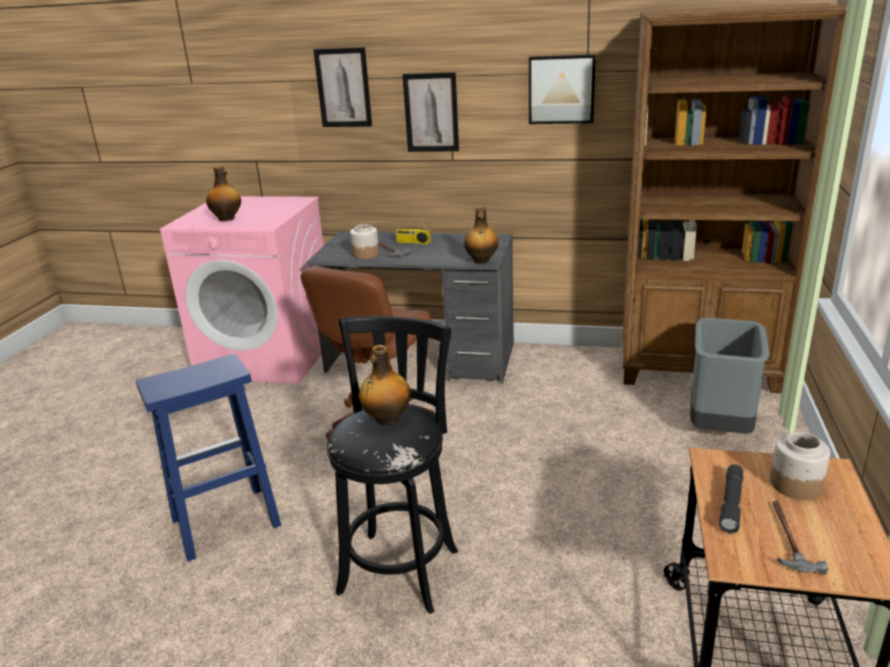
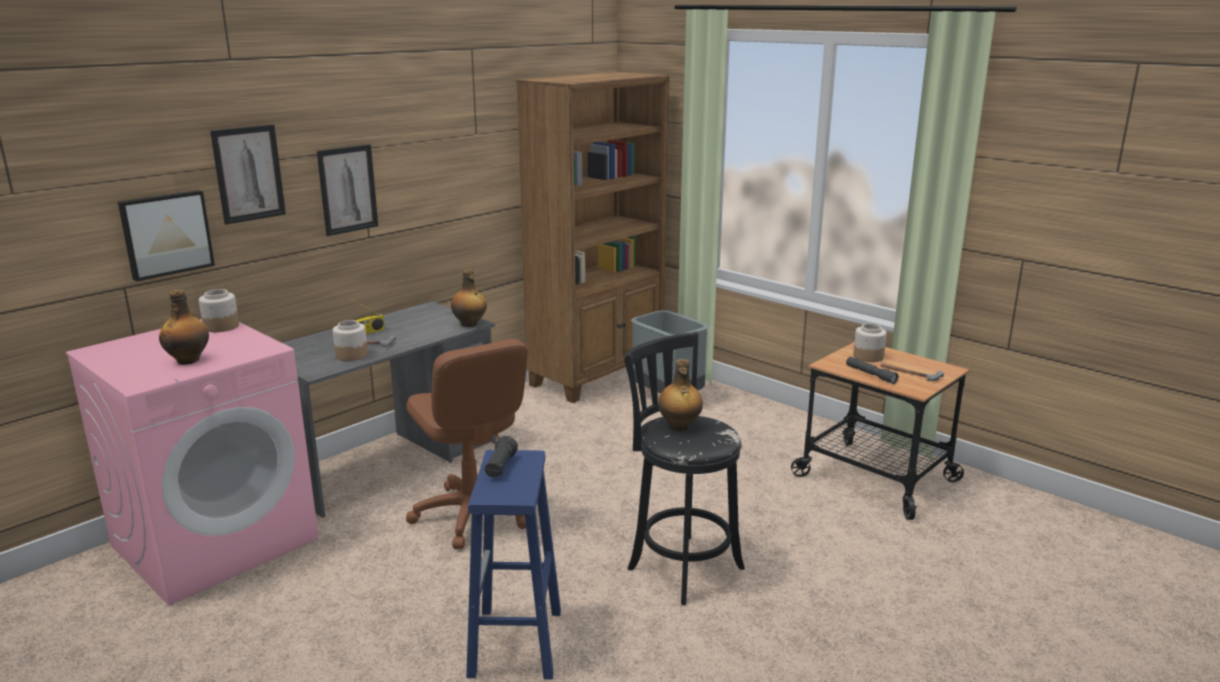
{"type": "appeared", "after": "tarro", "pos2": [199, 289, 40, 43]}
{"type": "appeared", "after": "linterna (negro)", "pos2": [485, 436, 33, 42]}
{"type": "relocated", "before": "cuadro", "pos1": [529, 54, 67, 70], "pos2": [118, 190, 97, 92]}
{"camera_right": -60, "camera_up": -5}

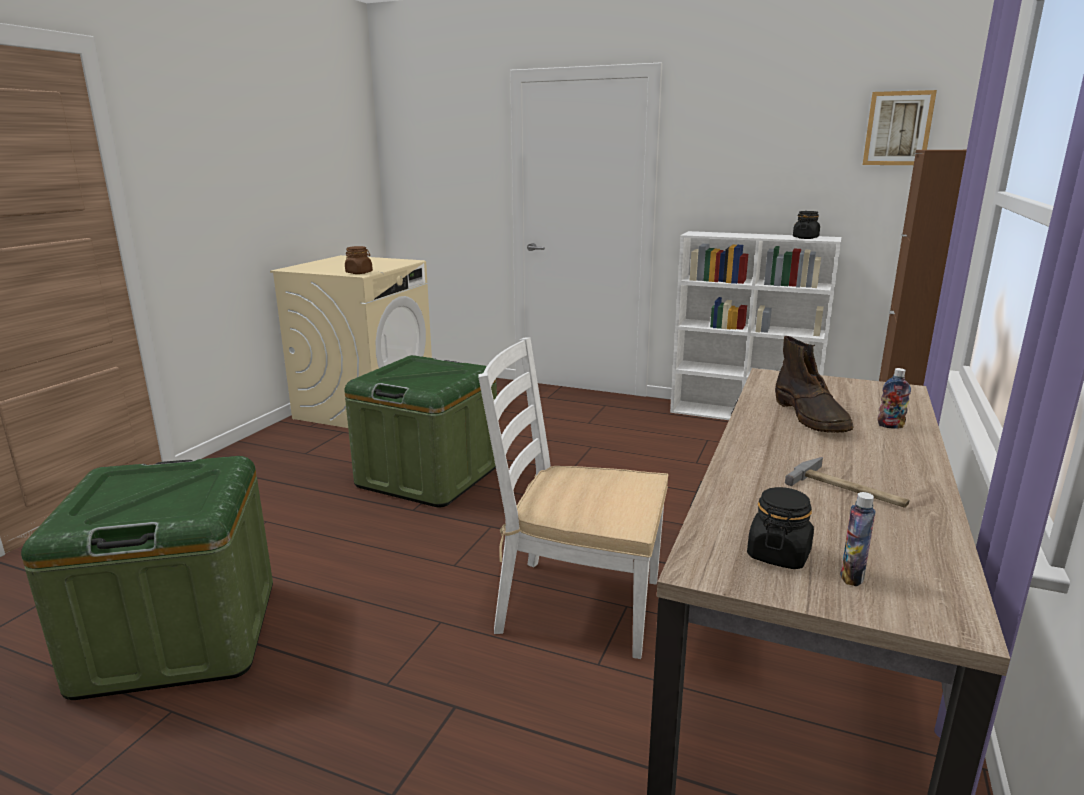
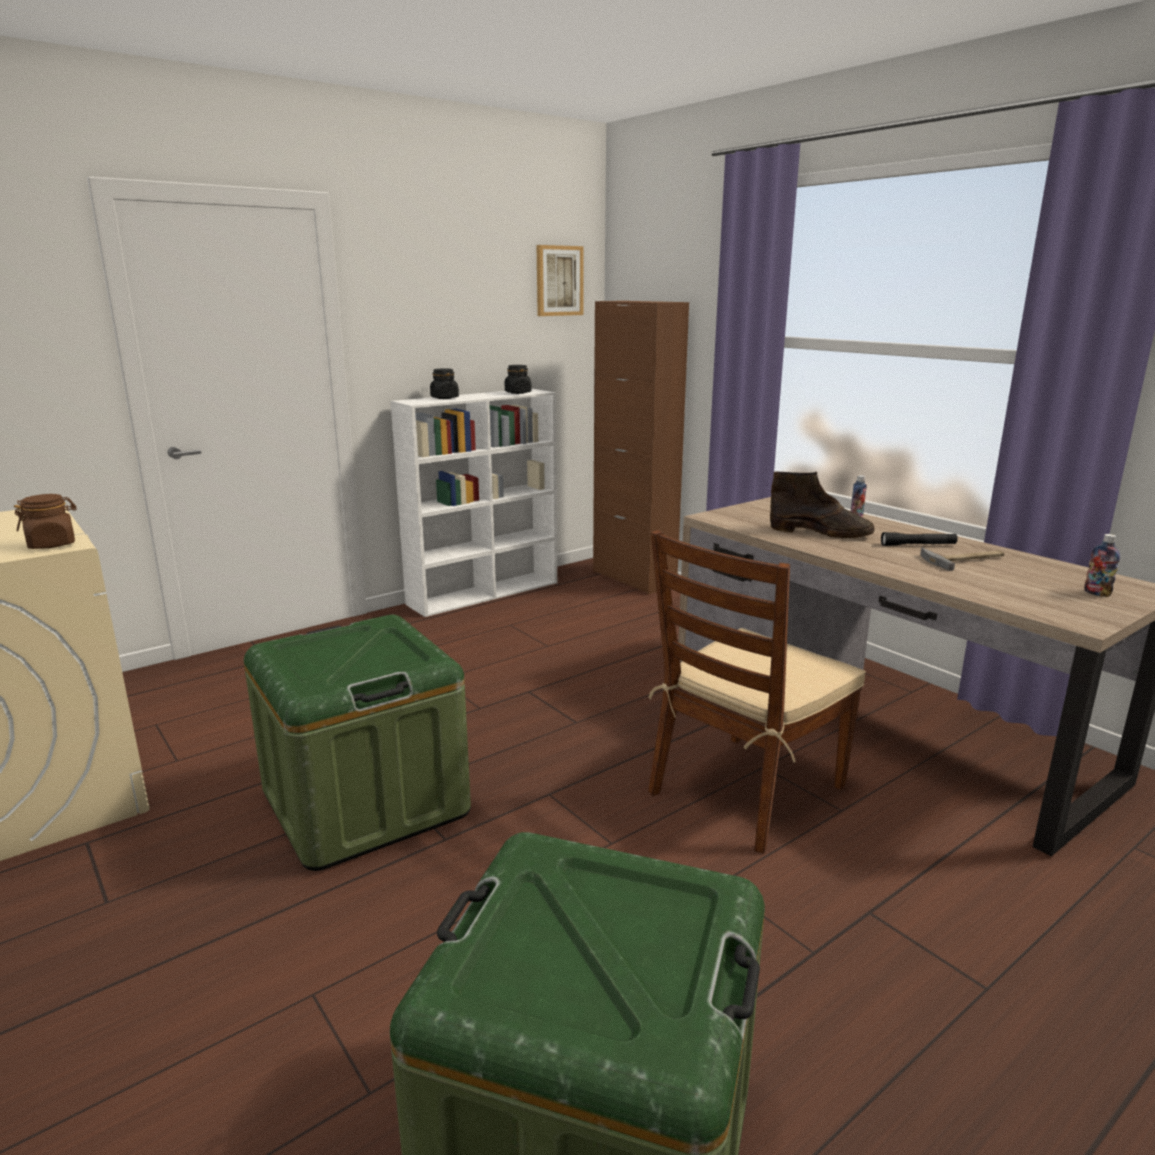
{"type": "appeared", "after": "linterna (negro)", "pos2": [881, 532, 77, 14]}
{"type": "relocated", "before": "tarro (negro)", "pos1": [747, 487, 67, 82], "pos2": [430, 368, 29, 31]}
{"type": "colour", "before": "silla (blanco)", "after": "silla (marrón)", "pos1": [478, 337, 190, 322], "pos2": [648, 530, 218, 324]}
{"camera_right": -60, "camera_up": 0}

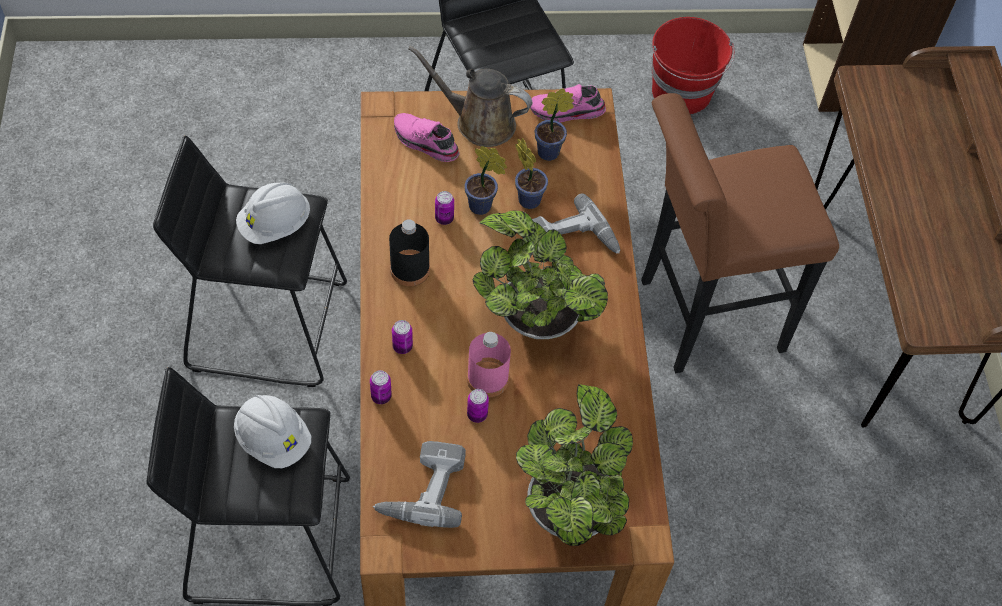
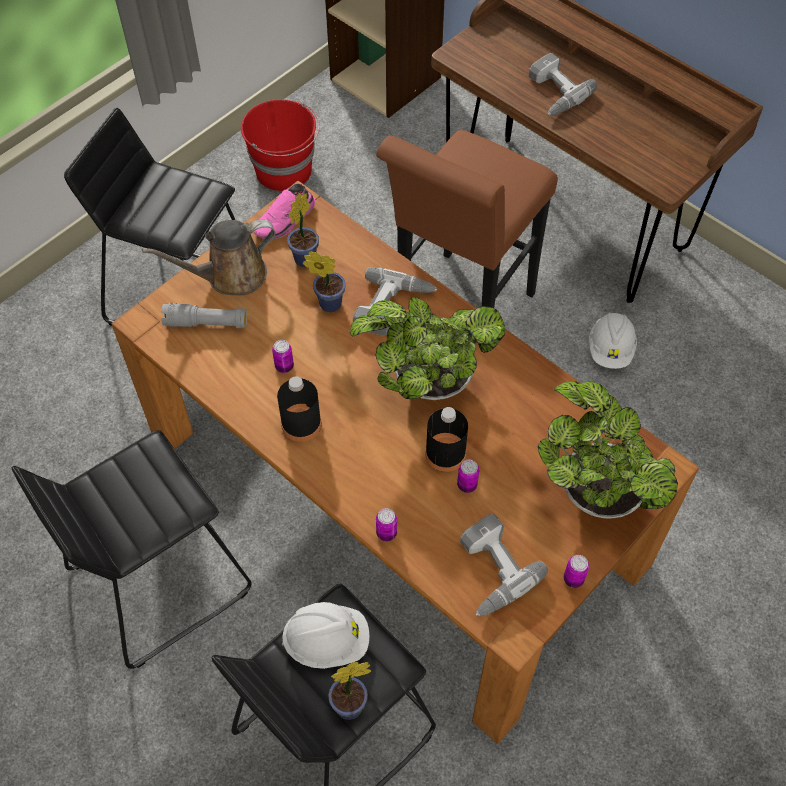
{"type": "appeared", "after": "taladro", "pos2": [528, 53, 69, 63]}
{"type": "relocated", "before": "casco (blanco)", "pos1": [236, 183, 74, 61], "pos2": [589, 313, 48, 56]}
{"type": "relocated", "before": "lata", "pos1": [392, 320, 21, 34], "pos2": [563, 555, 26, 33]}
{"type": "relocated", "before": "planta en maceta", "pos1": [464, 146, 43, 69], "pos2": [328, 662, 43, 58]}
{"type": "exchanged", "before": "zapato (rosa)", "after": "linterna (gris)", "pos1": [394, 113, 65, 49], "pos2": [161, 303, 86, 25]}
{"type": "colour", "before": "botella (rosa)", "after": "botella (negro)", "pos1": [467, 332, 44, 65], "pos2": [425, 407, 43, 65]}
{"camera_right": -40, "camera_up": 0}

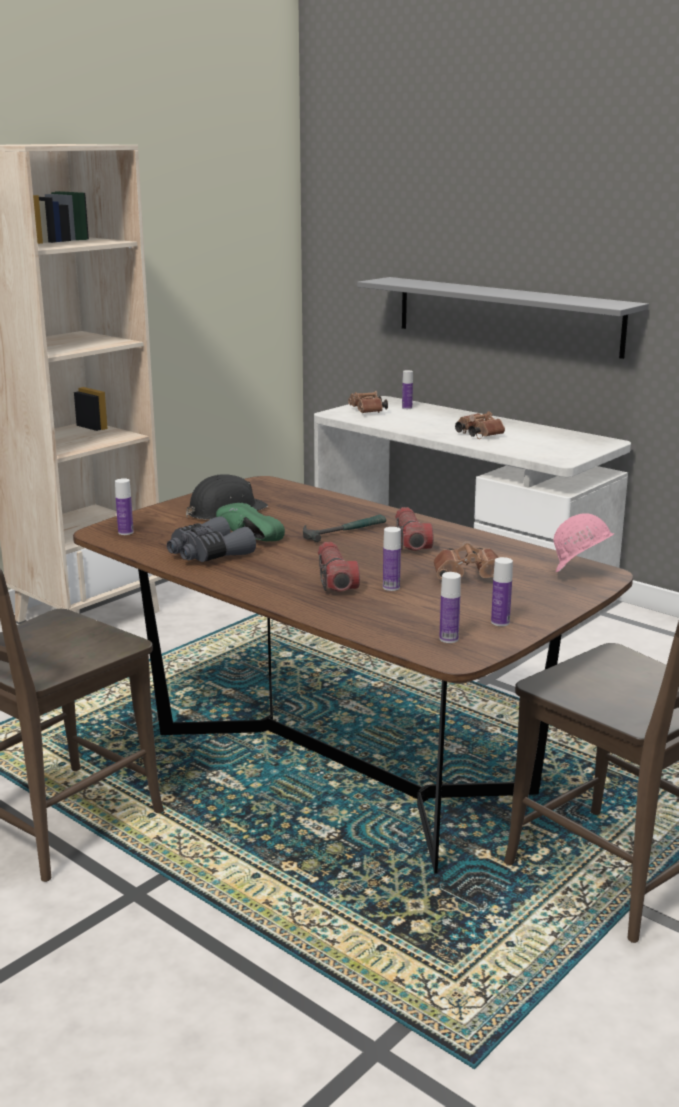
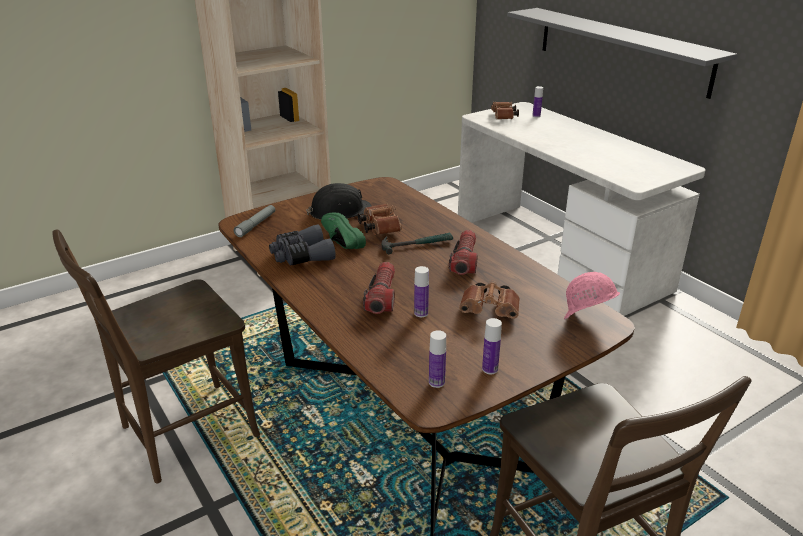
{"type": "relocated", "before": "prismáticos (marrón)", "pos1": [455, 411, 50, 28], "pos2": [358, 203, 44, 32]}
{"type": "exchanged", "before": "botella", "after": "linterna (gris)", "pos1": [115, 478, 19, 57], "pos2": [234, 205, 41, 32]}
{"camera_right": 15, "camera_up": 10}

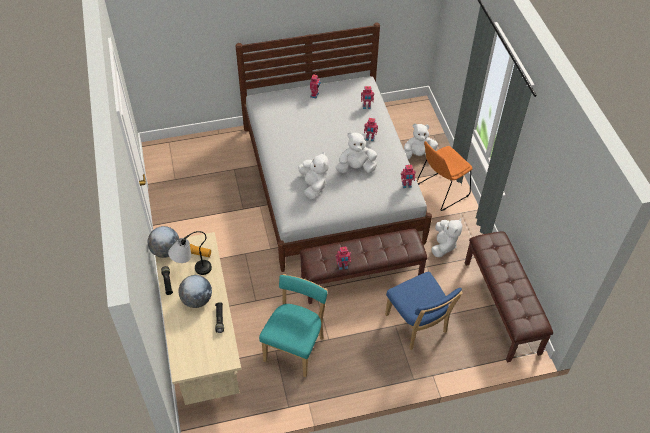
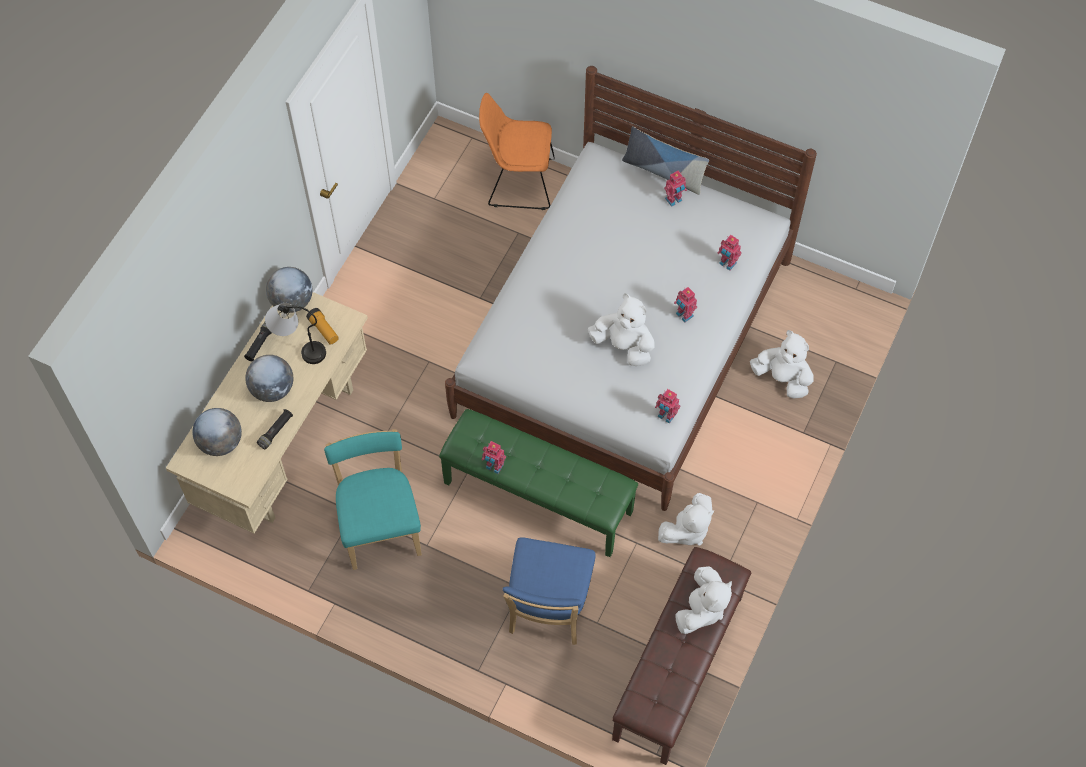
{"type": "appeared", "after": "globo terráqueo", "pos2": [192, 408, 50, 48]}
{"type": "appeared", "after": "cojín", "pos2": [622, 126, 87, 69]}
{"type": "relocated", "before": "peluche (blanco)", "pos1": [299, 151, 30, 48], "pos2": [675, 566, 57, 68]}
{"type": "relocated", "before": "silla (naranja)", "pos1": [417, 141, 56, 70], "pos2": [479, 93, 76, 117]}
{"type": "colour", "before": "banco (marrón)", "after": "banco (verde)", "pos1": [300, 229, 128, 75], "pos2": [439, 409, 199, 148]}
{"type": "spun", "before": "silla (turquesa)", "pos1": [259, 274, 69, 104], "pos2": [324, 429, 98, 141], "turn": -75}
{"camera_right": 40, "camera_up": 10}

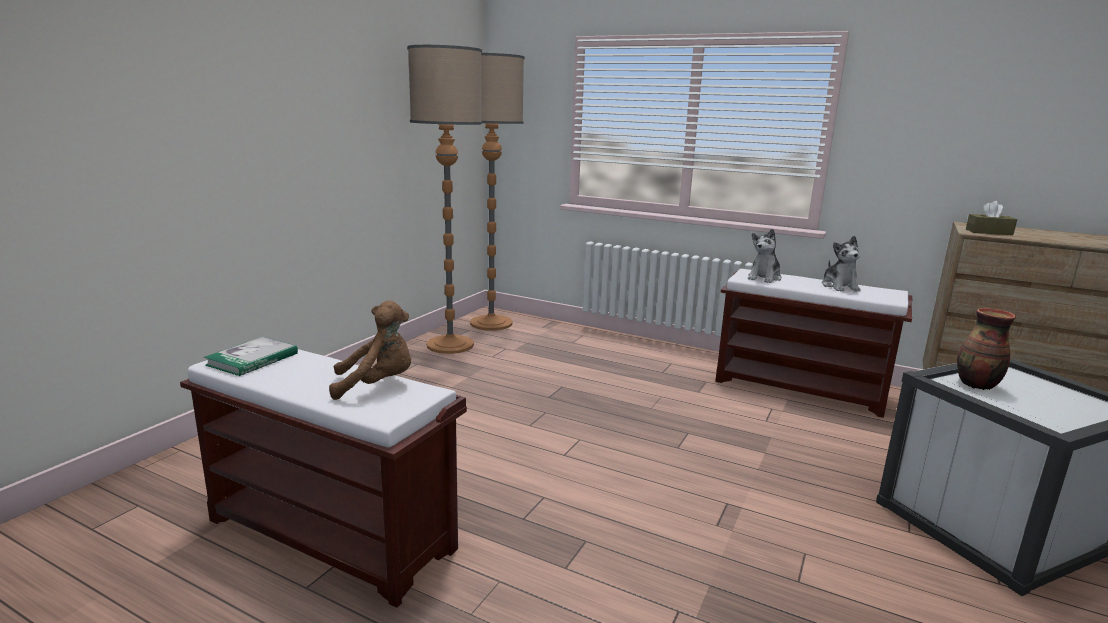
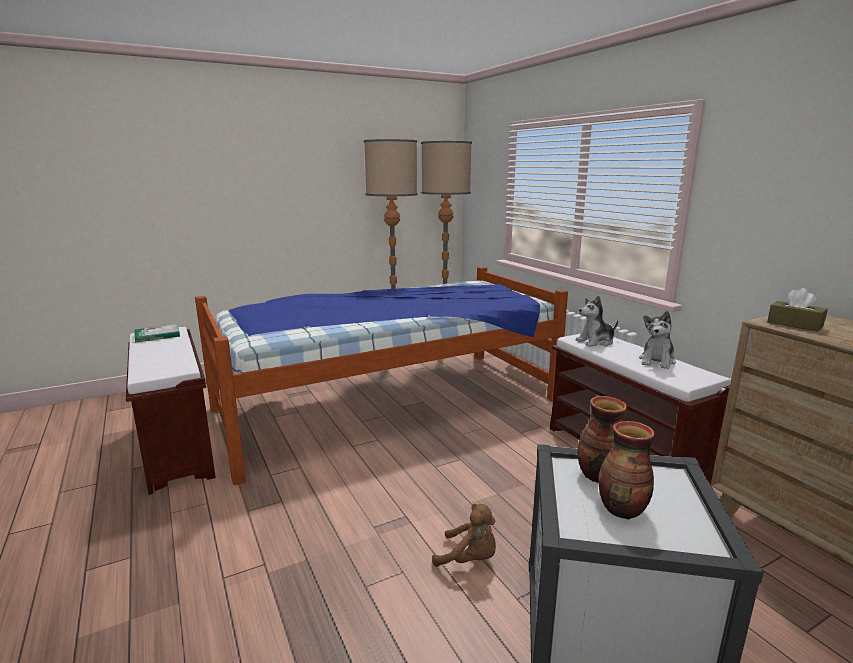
{"type": "appeared", "after": "cama", "pos2": [195, 267, 373, 218]}
{"type": "appeared", "after": "florero", "pos2": [598, 421, 57, 99]}
{"type": "relocated", "before": "peluche (marrón)", "pos1": [329, 301, 82, 99], "pos2": [432, 504, 64, 63]}
{"camera_right": 35, "camera_up": 0}

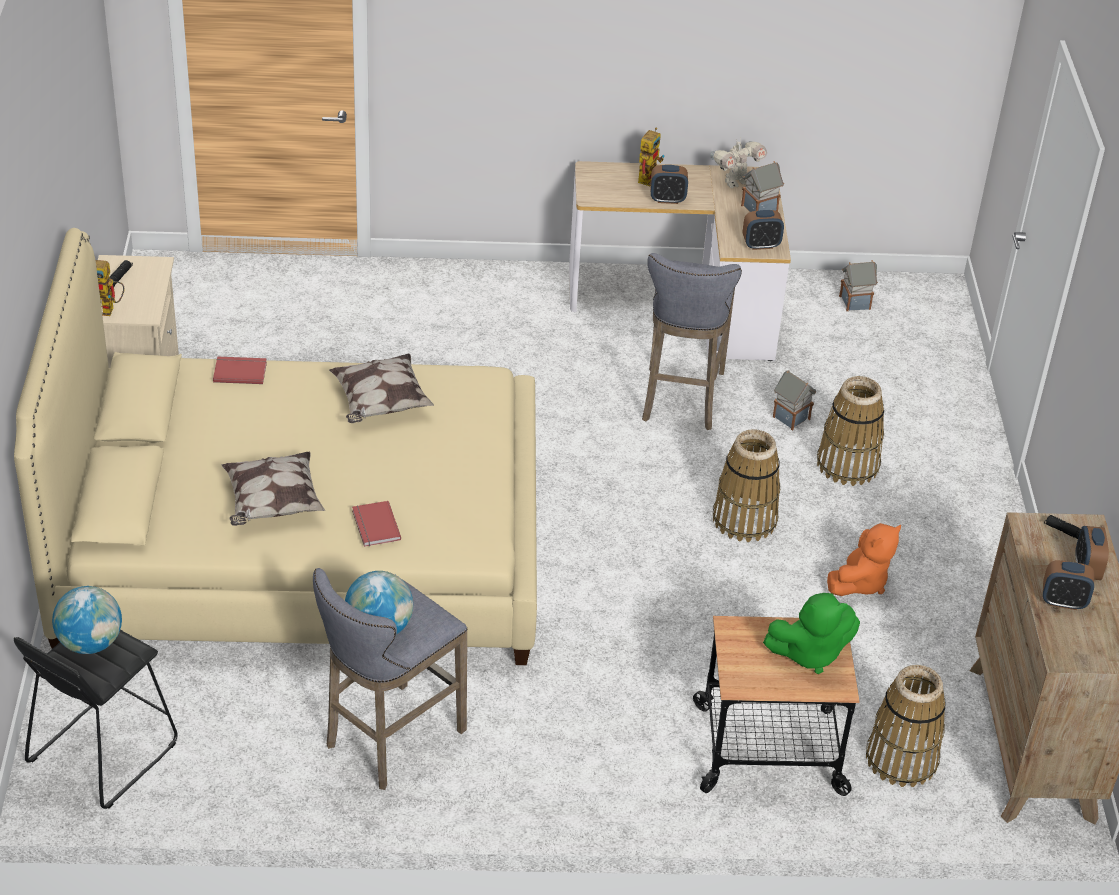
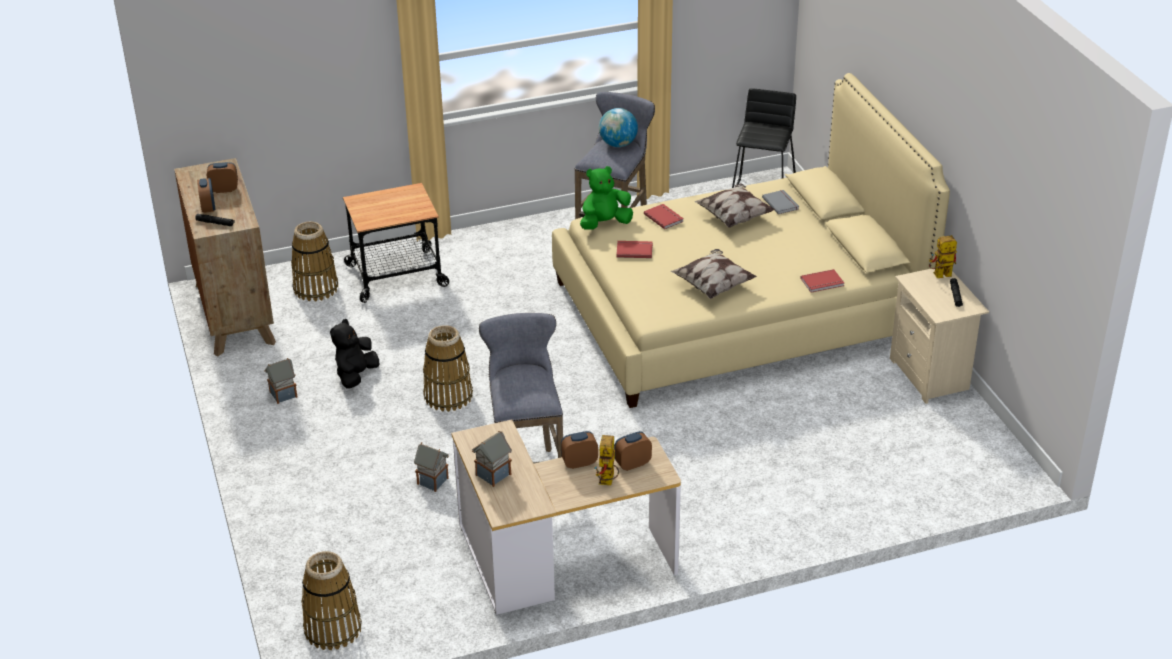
{"type": "missing", "before": "globo terráqueo", "pos1": [52, 586, 70, 68]}
{"type": "missing", "before": "robot de juguete", "pos1": [710, 139, 57, 49]}
{"type": "appeared", "after": "libro (rojo)", "pos2": [616, 241, 37, 17]}
{"type": "appeared", "after": "libro (gris)", "pos2": [762, 190, 37, 24]}
{"type": "relocated", "before": "despertador", "pos1": [743, 210, 41, 40], "pos2": [614, 431, 38, 40]}
{"type": "relocated", "before": "peluche (verde)", "pos1": [763, 593, 97, 81], "pos2": [580, 166, 53, 64]}
{"type": "relocated", "before": "cesta", "pos1": [817, 376, 67, 110], "pos2": [301, 551, 61, 99]}
{"type": "relocated", "before": "casita", "pos1": [839, 260, 39, 51], "pos2": [264, 358, 34, 46]}
{"type": "colour", "before": "peluche (naranja)", "after": "peluche (negro)", "pos1": [827, 523, 74, 73], "pos2": [330, 319, 49, 70]}
{"camera_right": 165, "camera_up": -5}

